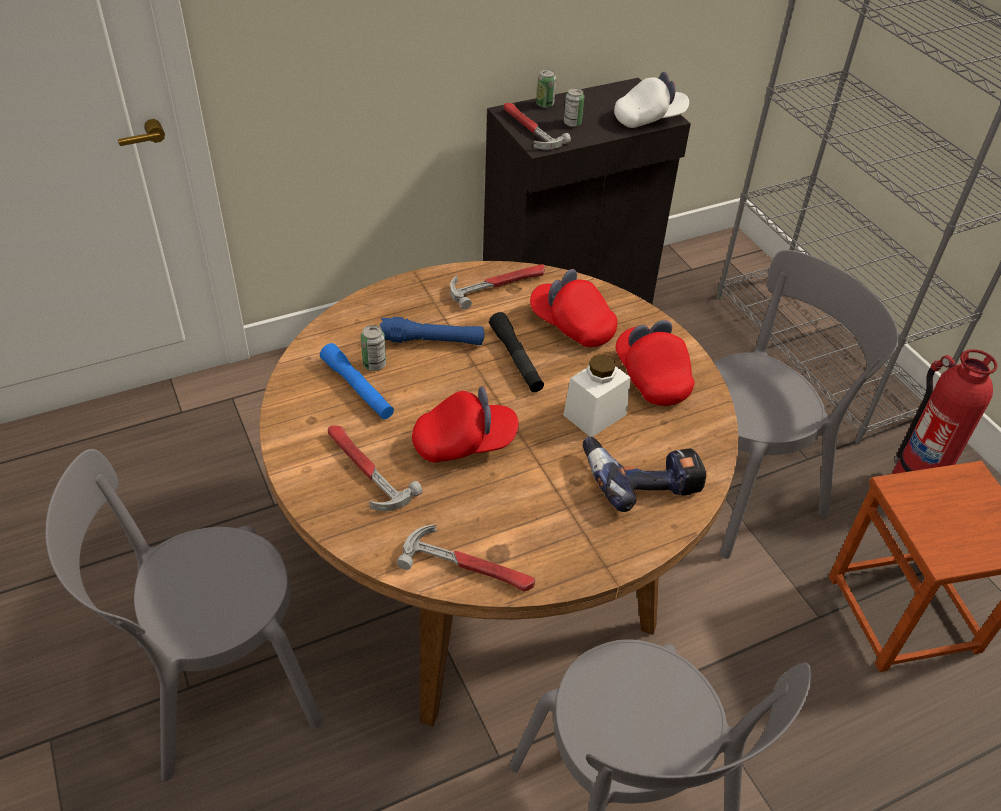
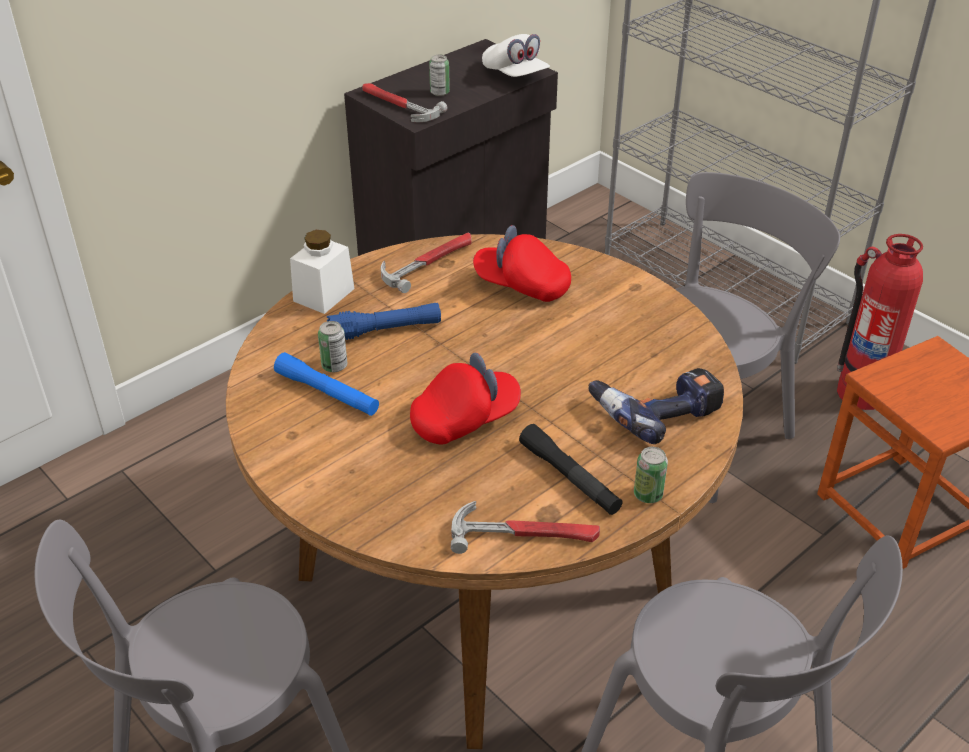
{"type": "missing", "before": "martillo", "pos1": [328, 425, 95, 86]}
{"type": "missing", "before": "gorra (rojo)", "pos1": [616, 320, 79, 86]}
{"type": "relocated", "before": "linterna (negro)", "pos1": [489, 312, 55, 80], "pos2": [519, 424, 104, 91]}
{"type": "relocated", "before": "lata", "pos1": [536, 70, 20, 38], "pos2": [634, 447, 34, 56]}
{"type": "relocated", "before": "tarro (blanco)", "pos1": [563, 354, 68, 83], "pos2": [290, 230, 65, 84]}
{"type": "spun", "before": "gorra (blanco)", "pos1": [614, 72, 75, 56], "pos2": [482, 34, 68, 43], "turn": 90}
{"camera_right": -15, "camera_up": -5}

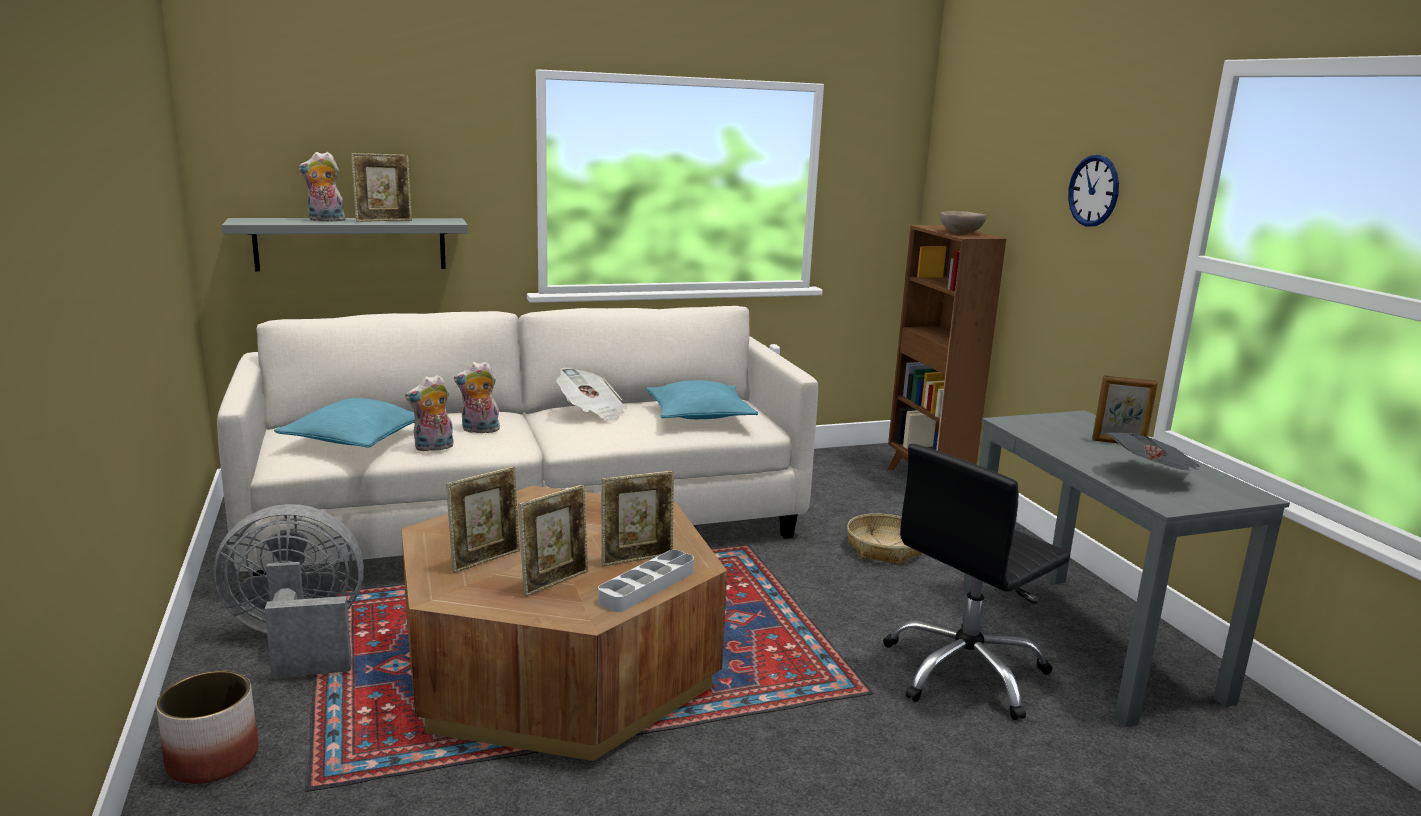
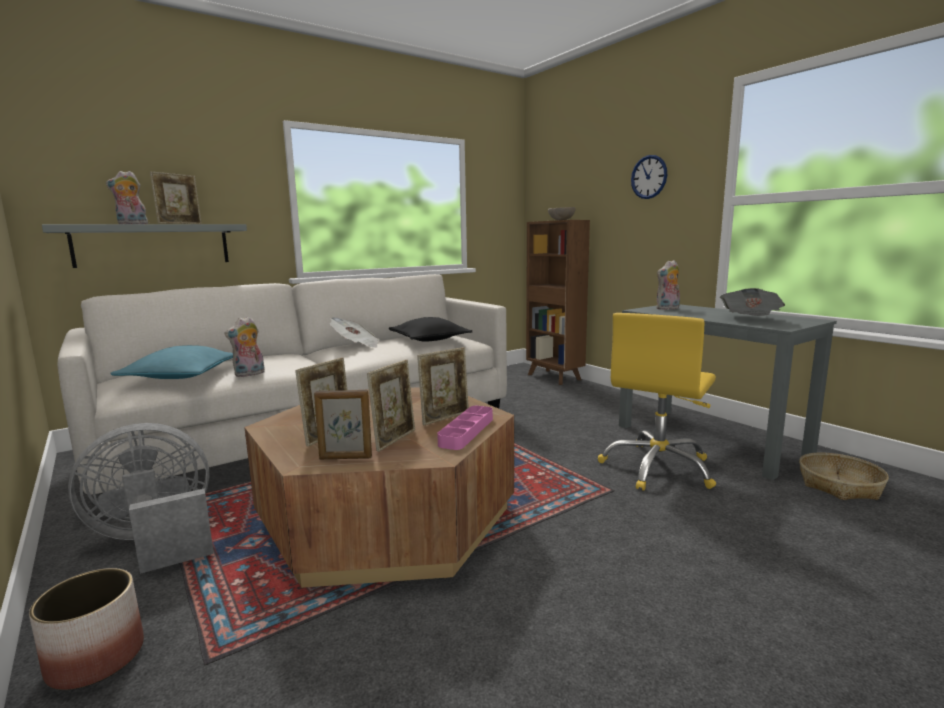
{"type": "relocated", "before": "peluche", "pos1": [454, 362, 48, 71], "pos2": [656, 260, 24, 50]}
{"type": "relocated", "before": "cesta", "pos1": [847, 513, 75, 52], "pos2": [799, 452, 90, 48]}
{"type": "relocated", "before": "portarretratos", "pos1": [1092, 375, 66, 68], "pos2": [314, 390, 58, 69]}
{"type": "colour", "before": "bandeja (gris)", "after": "bandeja (rosa)", "pos1": [598, 550, 96, 62], "pos2": [437, 406, 56, 44]}
{"type": "colour", "before": "cojín (turquesa)", "after": "cojín (negro)", "pos1": [646, 380, 112, 39], "pos2": [389, 317, 84, 25]}
{"type": "colour", "before": "silla de oficina (negro)", "after": "silla de oficina (amarillo)", "pos1": [883, 444, 187, 276], "pos2": [598, 313, 118, 178]}
{"camera_right": -15, "camera_up": -5}

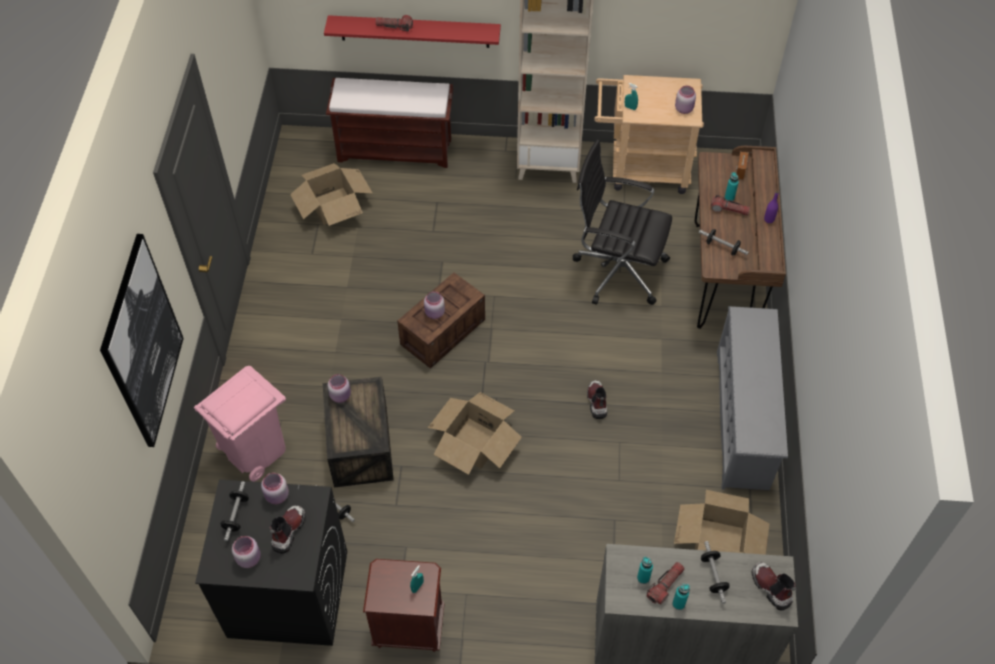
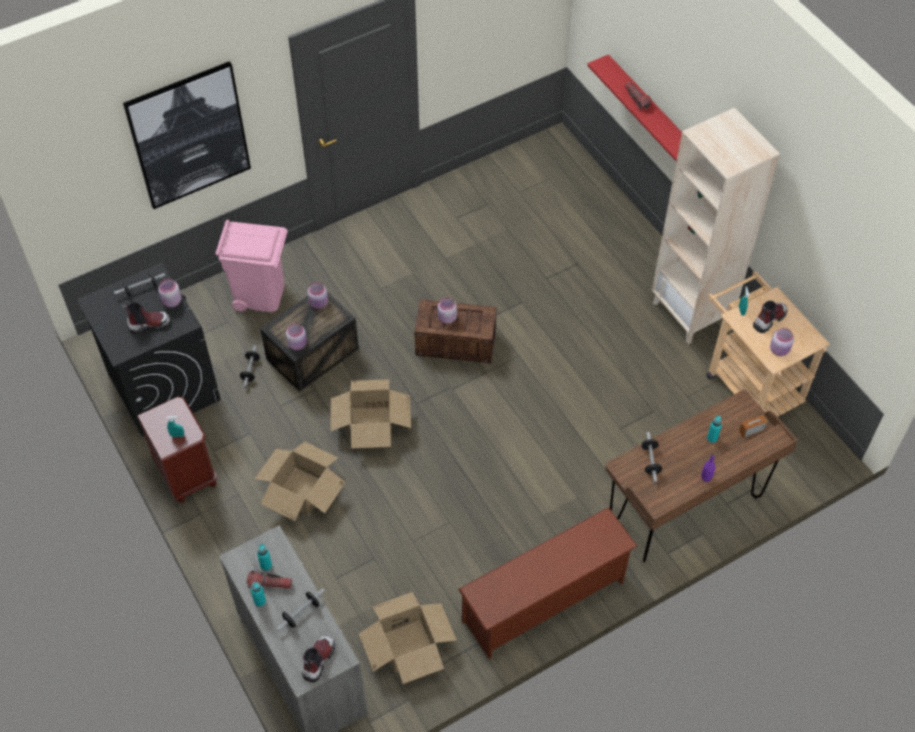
{"type": "missing", "before": "banco (marrón)", "pos1": [326, 78, 128, 90]}
{"type": "missing", "before": "silla de oficina (negro)", "pos1": [573, 140, 99, 165]}
{"type": "missing", "before": "linterna", "pos1": [711, 195, 39, 21]}
{"type": "relocated", "before": "tarro (rosa)", "pos1": [232, 536, 29, 32], "pos2": [286, 323, 21, 27]}
{"type": "relocated", "before": "caja de cartón", "pos1": [290, 163, 83, 63], "pos2": [255, 442, 91, 79]}
{"type": "relocated", "before": "bota", "pos1": [587, 380, 20, 39], "pos2": [753, 301, 35, 32]}
{"type": "colour", "before": "zapatero (gris)", "after": "zapatero (marrón)", "pos1": [717, 306, 71, 184], "pos2": [458, 507, 179, 152]}
{"camera_right": 55, "camera_up": 0}

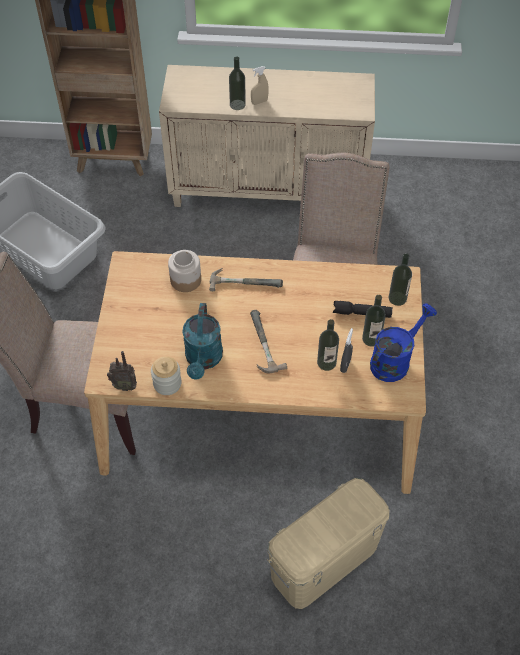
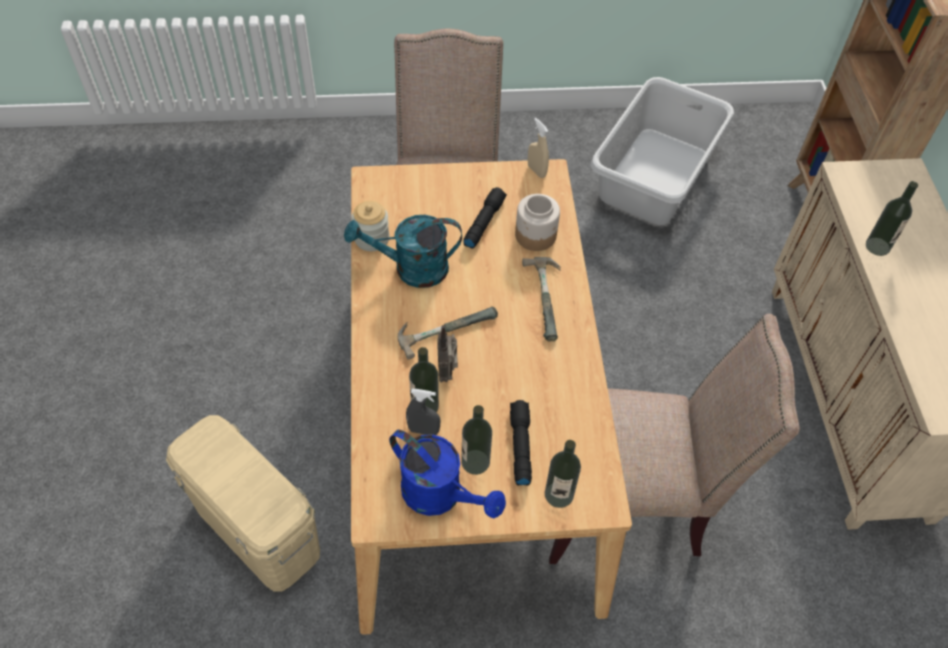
{"type": "appeared", "after": "linterna (negro)", "pos2": [463, 187, 44, 62]}
{"type": "relocated", "before": "radio", "pos1": [107, 351, 30, 40], "pos2": [437, 325, 21, 57]}
{"type": "relocated", "before": "pulverizador (beis)", "pos1": [251, 66, 18, 39], "pos2": [528, 118, 21, 60]}
{"camera_right": 80, "camera_up": 0}

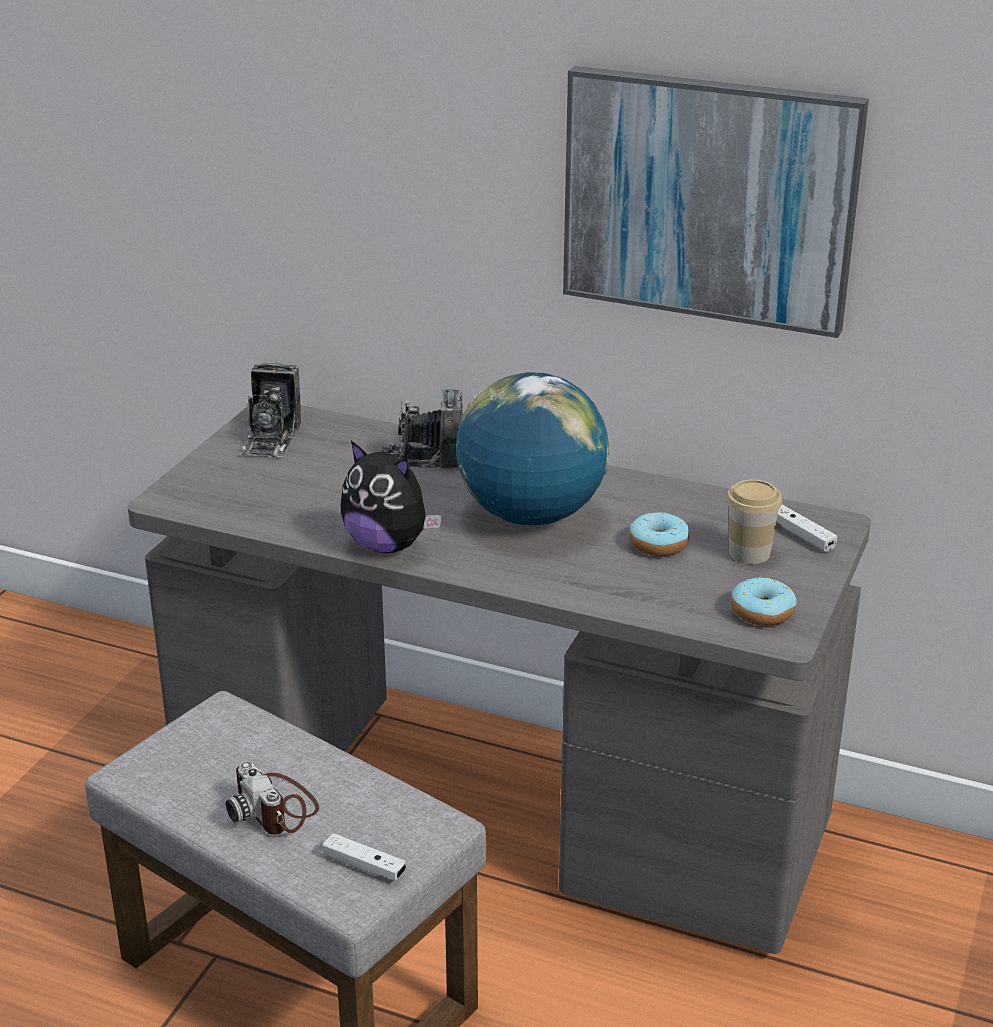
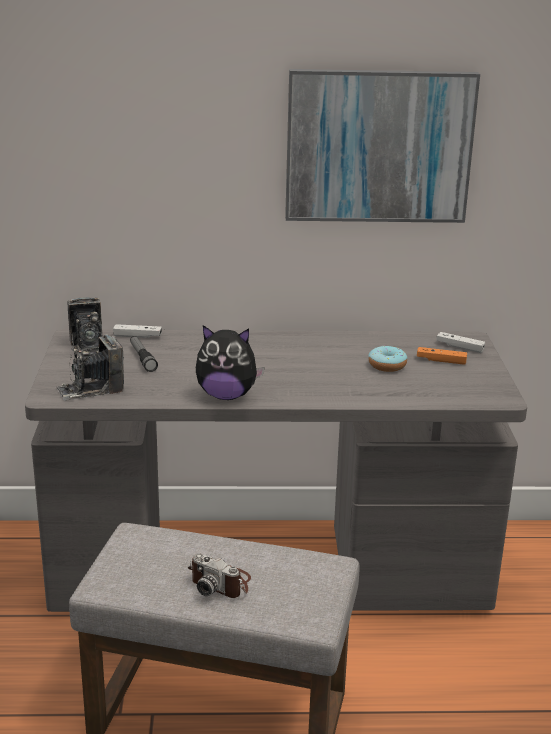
{"type": "missing", "before": "globo terráqueo", "pos1": [456, 372, 153, 153]}
{"type": "missing", "before": "rosquilla", "pos1": [731, 577, 65, 49]}
{"type": "appeared", "after": "linterna", "pos2": [130, 336, 28, 36]}
{"type": "relocated", "before": "mando de consola (blanco)", "pos1": [322, 833, 84, 48], "pos2": [113, 324, 49, 14]}
{"type": "relocated", "before": "cámara", "pos1": [380, 388, 83, 80], "pos2": [56, 334, 68, 67]}
{"type": "exchanged", "before": "taza", "after": "mando de consola (naranja)", "pos1": [726, 479, 57, 85], "pos2": [417, 347, 50, 18]}
{"camera_right": -25, "camera_up": -5}

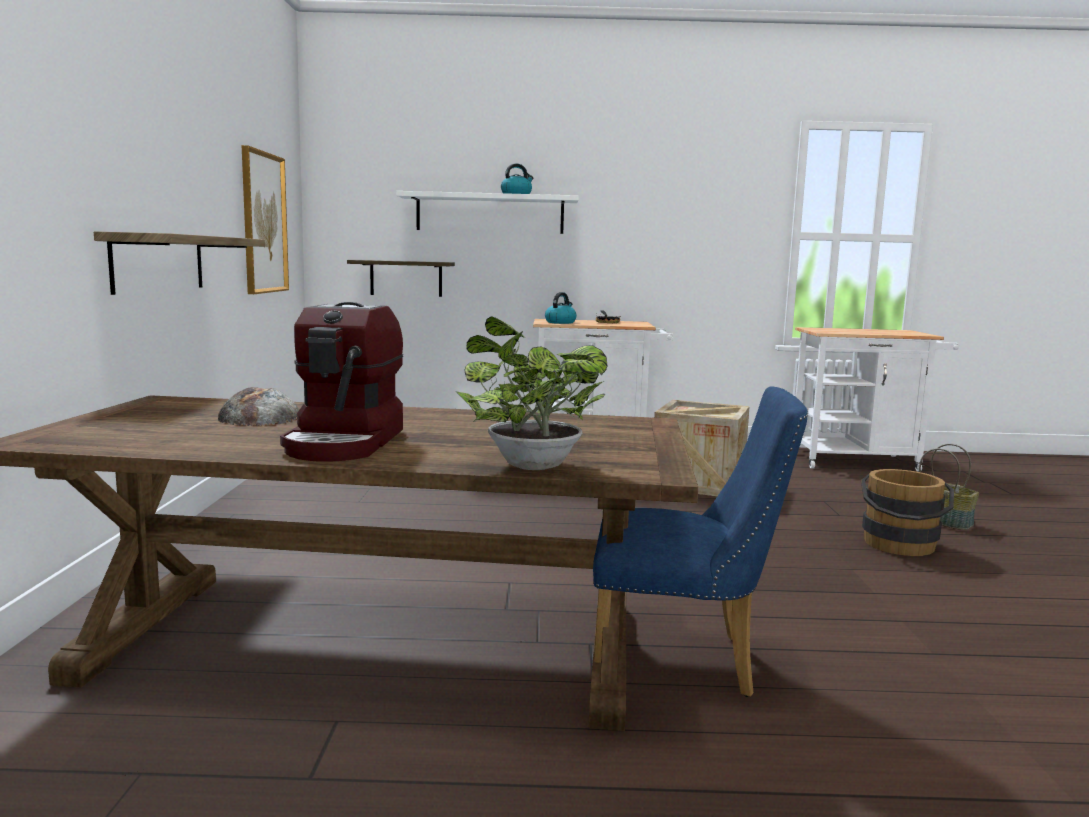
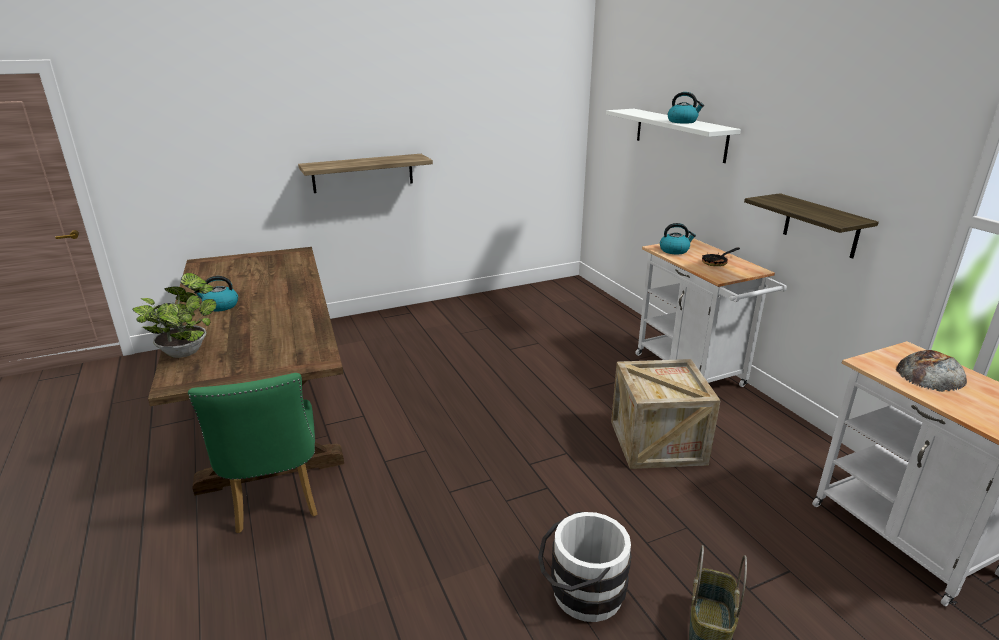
{"type": "missing", "before": "cuadro", "pos1": [242, 145, 47, 149]}
{"type": "relocated", "before": "pan", "pos1": [218, 387, 81, 39], "pos2": [896, 350, 71, 42]}
{"type": "relocated", "before": "estante", "pos1": [347, 260, 108, 37], "pos2": [744, 193, 135, 66]}
{"type": "exchanged", "before": "cafetera", "after": "hervidor", "pos1": [280, 302, 123, 160], "pos2": [194, 276, 44, 35]}
{"type": "colour", "before": "silla (azul)", "after": "silla (verde)", "pos1": [593, 386, 215, 311], "pos2": [188, 373, 130, 160]}
{"type": "colour", "before": "cubo (marrón)", "after": "cubo (blanco)", "pos1": [861, 469, 93, 87], "pos2": [538, 512, 93, 110]}
{"camera_right": 65, "camera_up": 15}

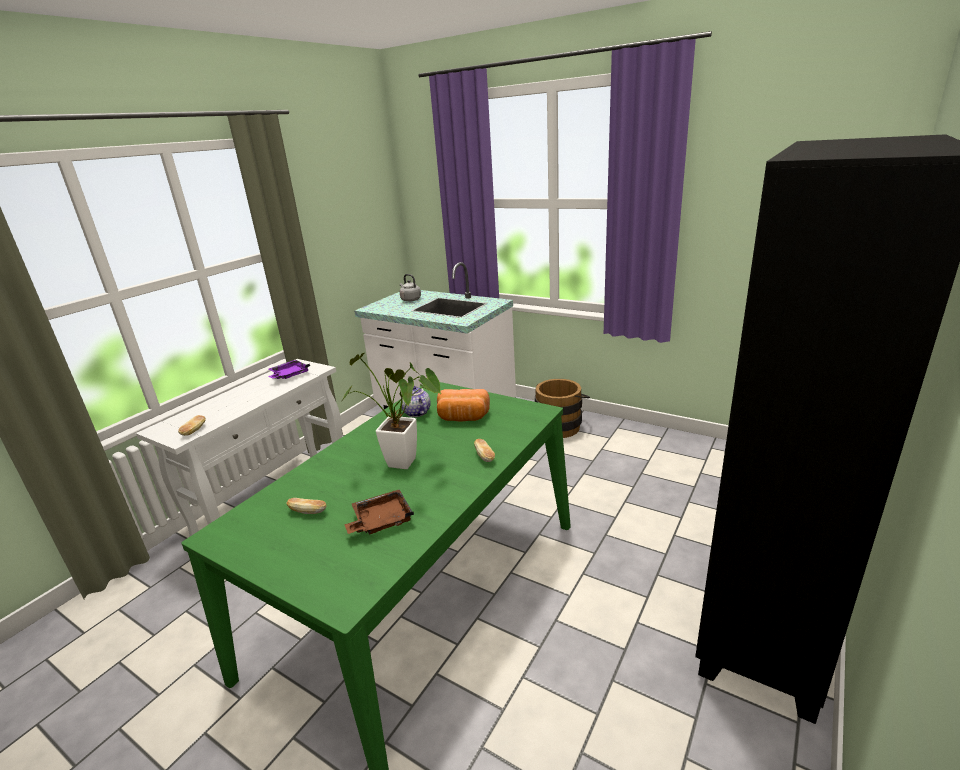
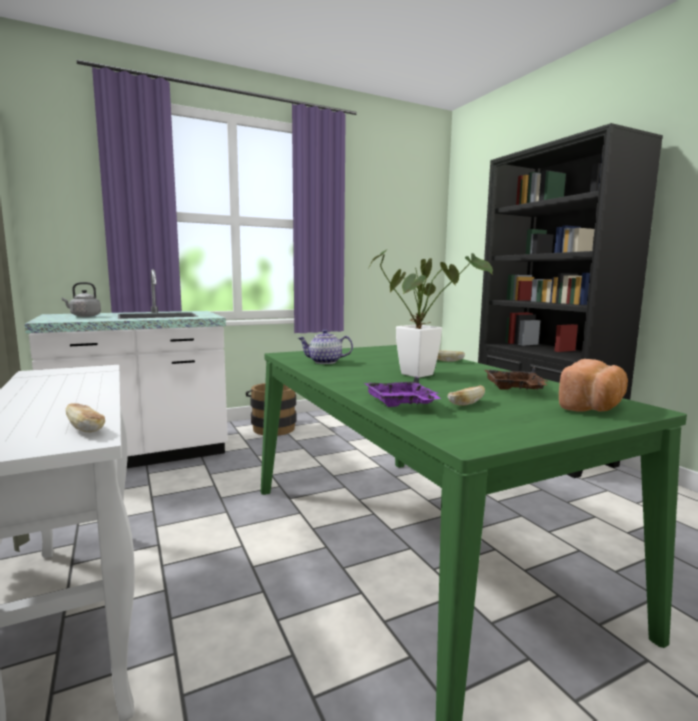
{"type": "relocated", "before": "bandeja (morado)", "pos1": [268, 360, 42, 19], "pos2": [364, 377, 78, 30]}
{"type": "relocated", "before": "pan", "pos1": [437, 389, 53, 32], "pos2": [559, 359, 69, 53]}
{"camera_right": -60, "camera_up": -15}

